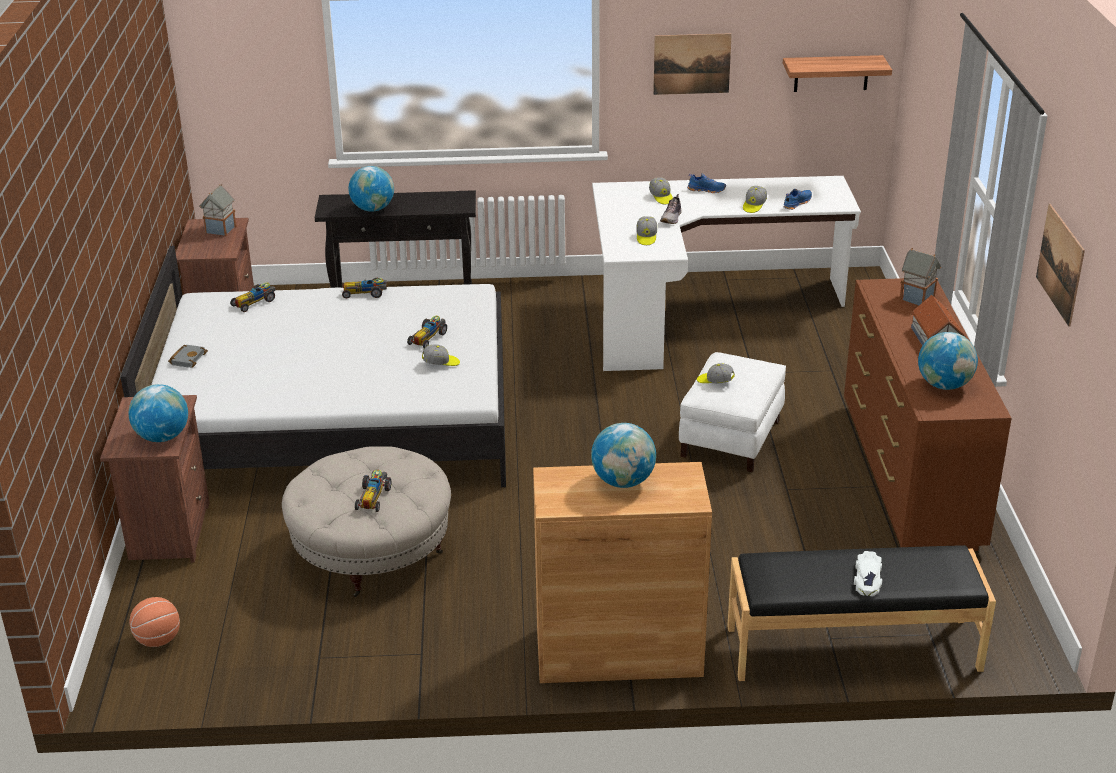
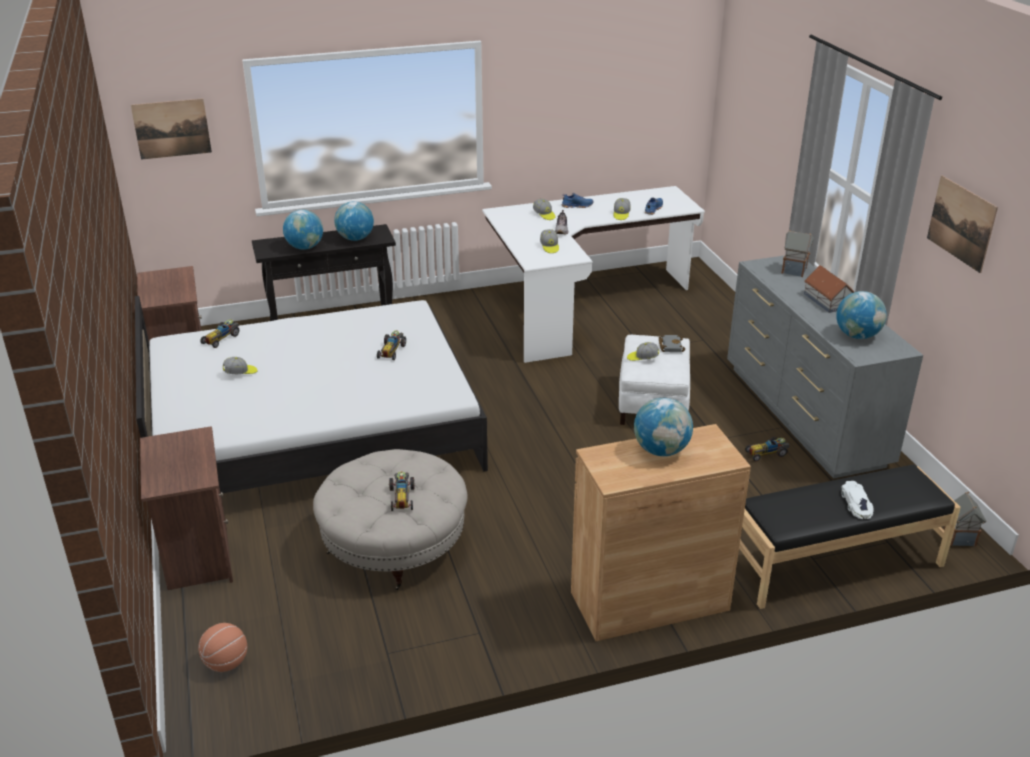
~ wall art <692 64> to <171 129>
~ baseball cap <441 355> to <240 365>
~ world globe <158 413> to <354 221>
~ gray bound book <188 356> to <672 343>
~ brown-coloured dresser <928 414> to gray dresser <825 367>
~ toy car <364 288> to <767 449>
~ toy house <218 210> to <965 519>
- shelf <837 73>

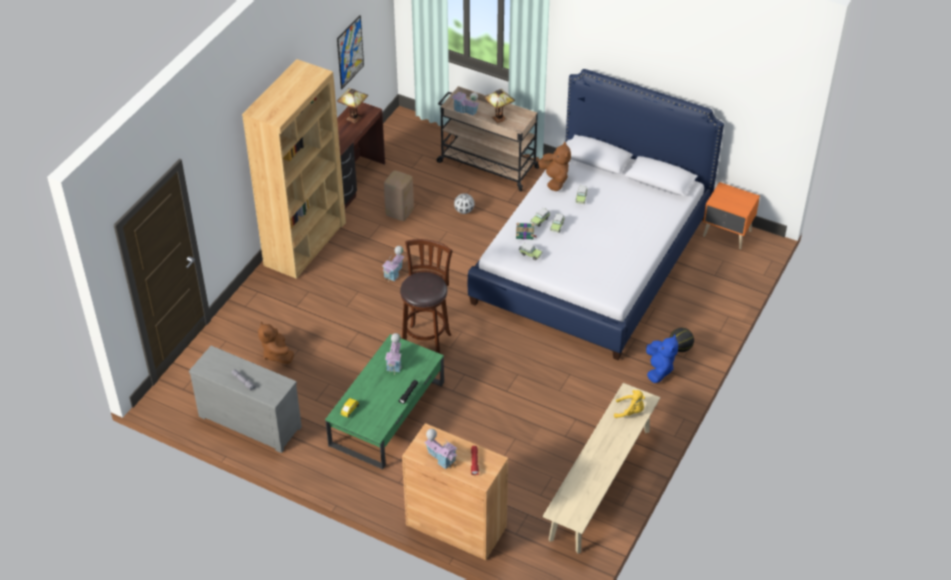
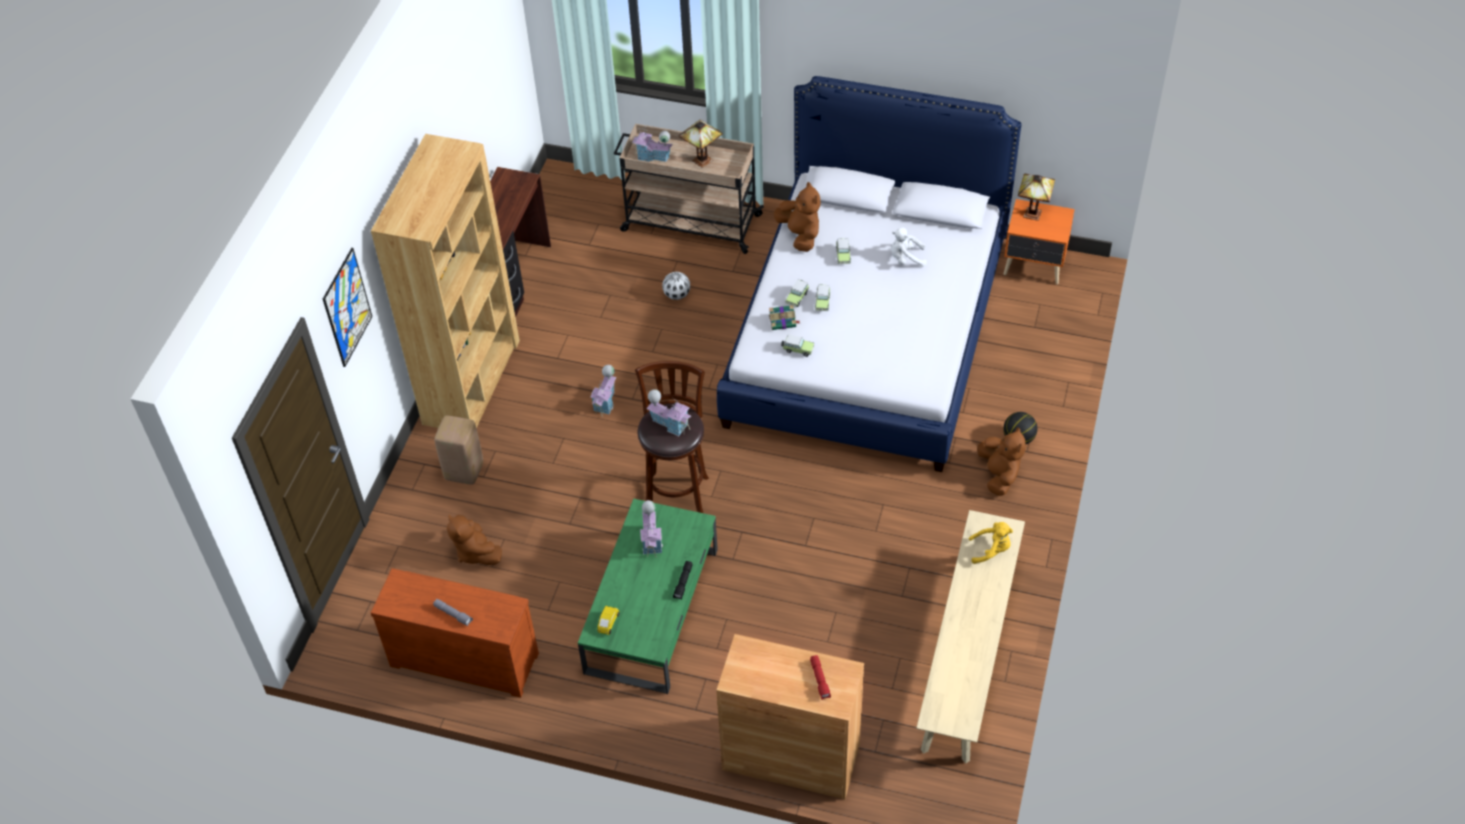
~ wall art <350 52> to <347 307>
~ gray dresser <245 399> to brown-coloured dresser <455 633>
~ beige-coloured stool seat <399 195> to <458 450>
~ toy house <441 449> to <668 412>
+ whitish soft toy <909 247>
~ blue-coloured soft toy <662 359> to brown-coloured soft toy <1001 461>
~ tabletop lamp <352 105> to <1036 197>

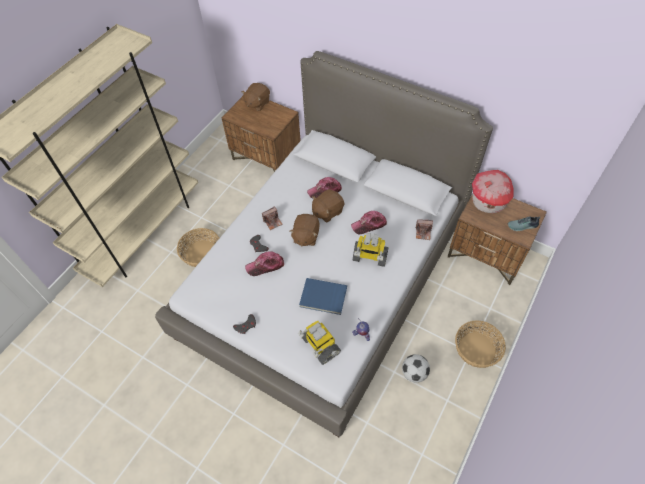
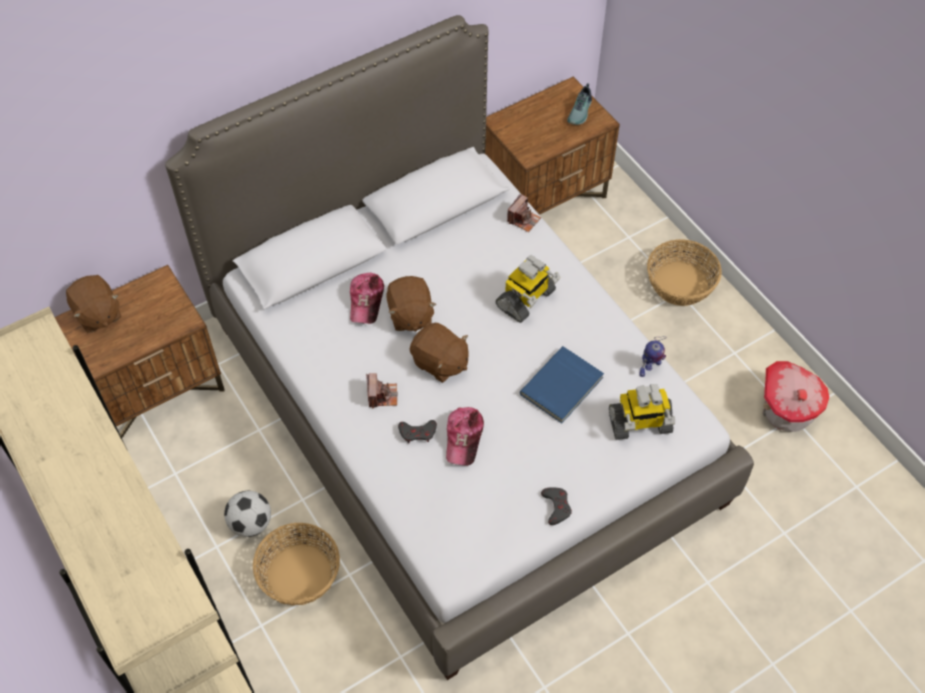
~ football ball <416 368> to <247 514>
~ toy house <493 191> to <796 396>
- baseball cap <369 222>

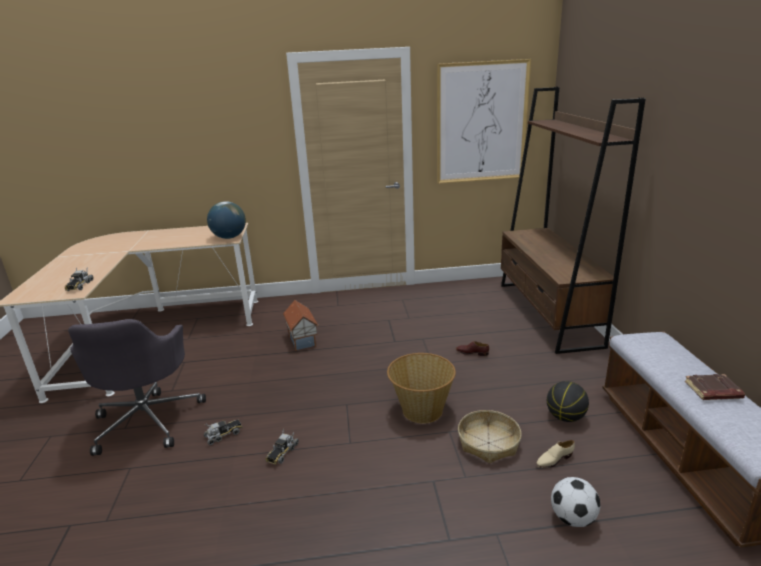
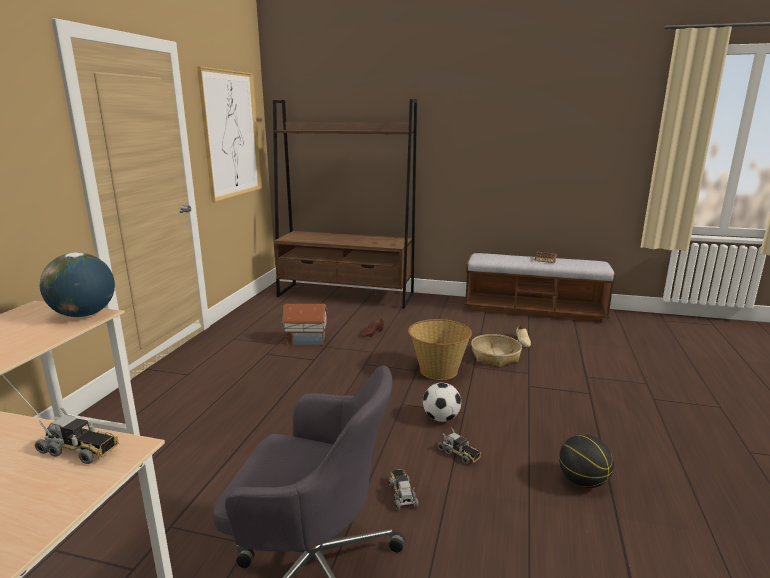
~ toy house <301 325> to <304 324>
~ football ball <576 502> to <442 402>
~ basketball <568 401> to <586 461>

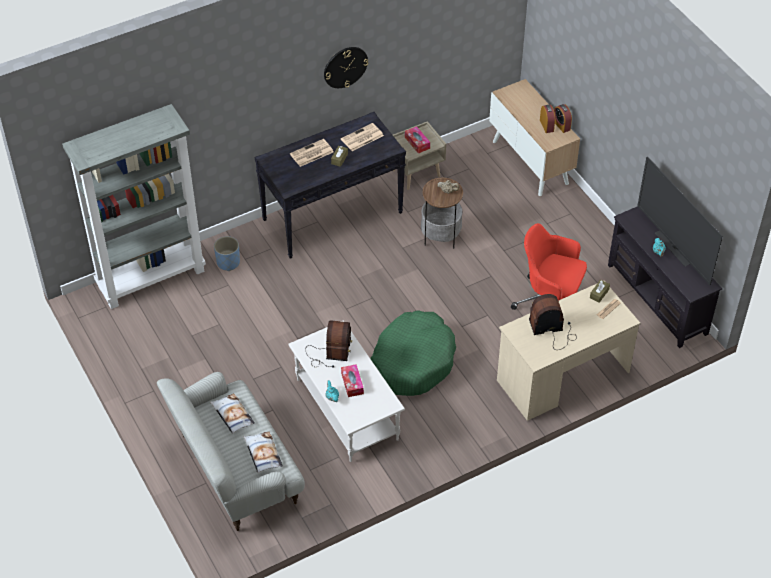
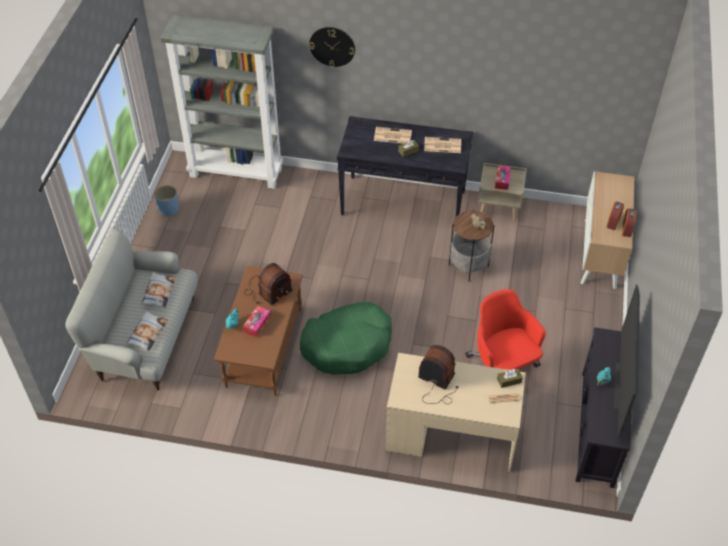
~ blue-coloured flower pot <227 253> to <166 200>
~ whitish low table <346 391> to brown-coloured low table <258 331>
~ clock on the wall <346 67> to <332 47>

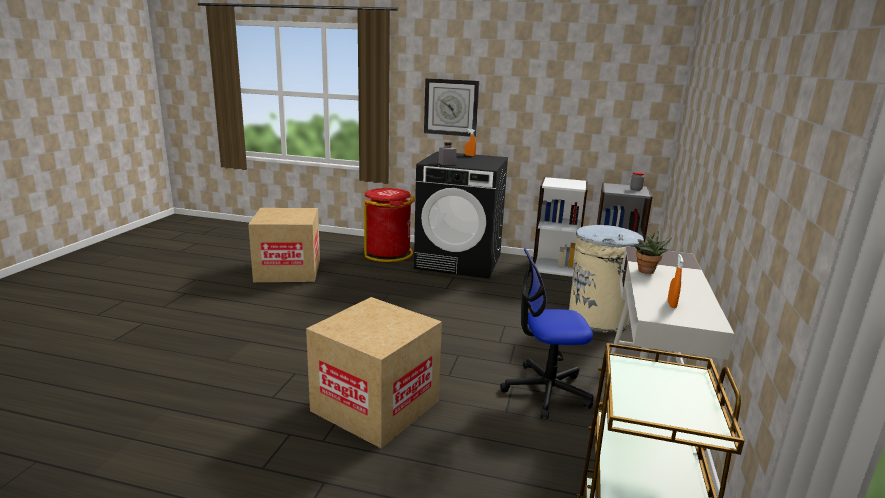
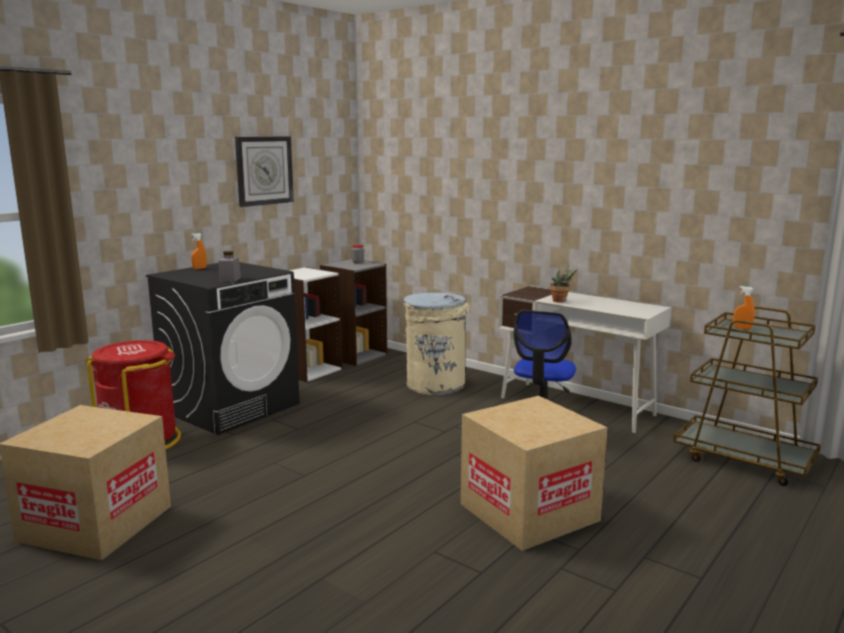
~ clock on the wall <451 107> to <264 171>
~ orange sprayer <675 281> to <744 308>

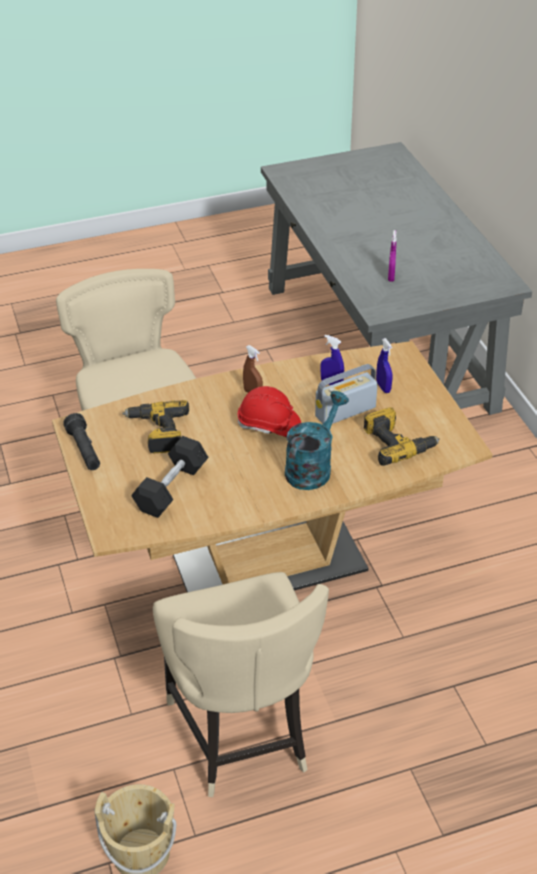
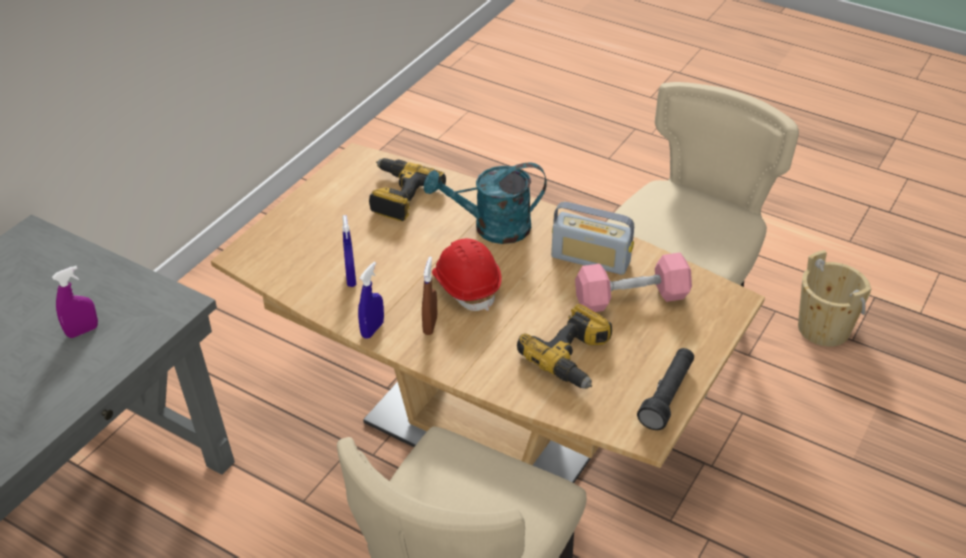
~ blue-coloured sprayer <384 365> to <371 300>
~ radio <346 394> to <592 238>
~ black-coloured dumbbell <170 477> to pink-coloured dumbbell <633 282>

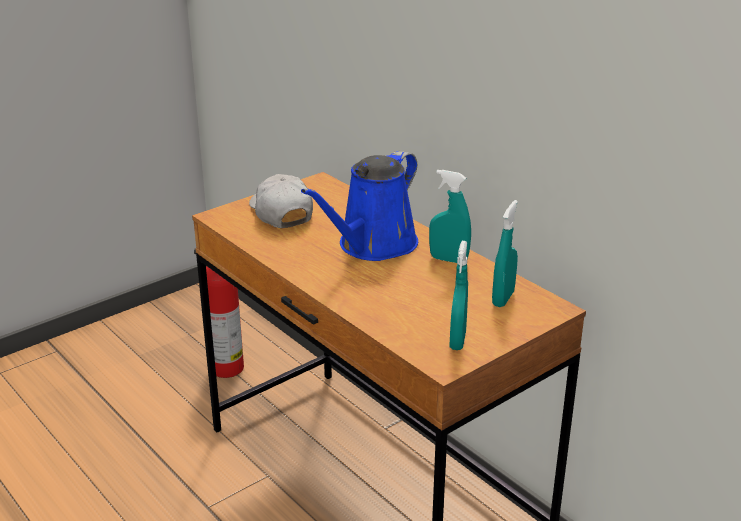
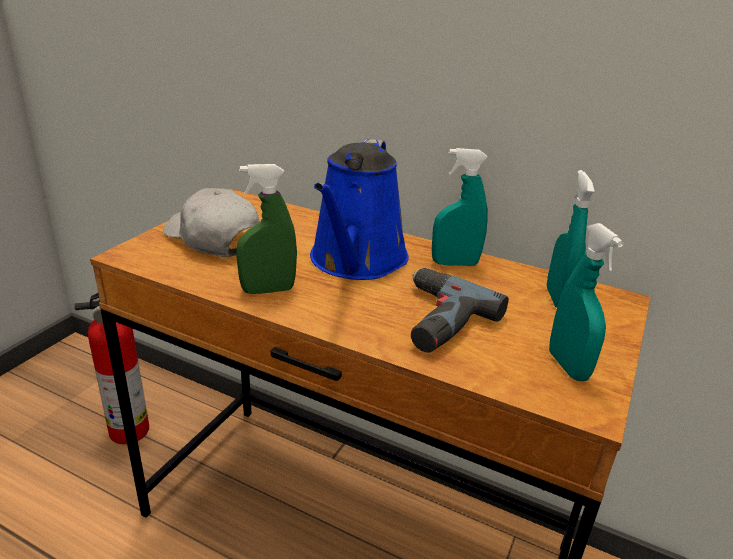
+ green-coloured sprayer <266 229>
+ power drill <460 310>

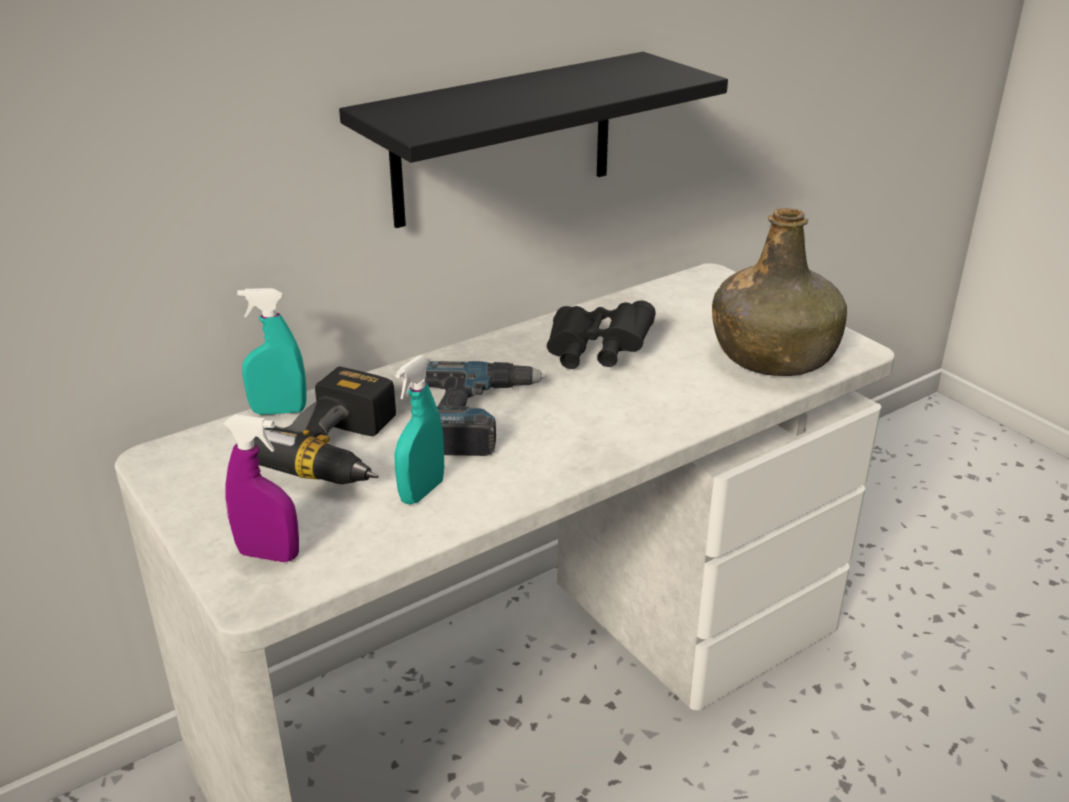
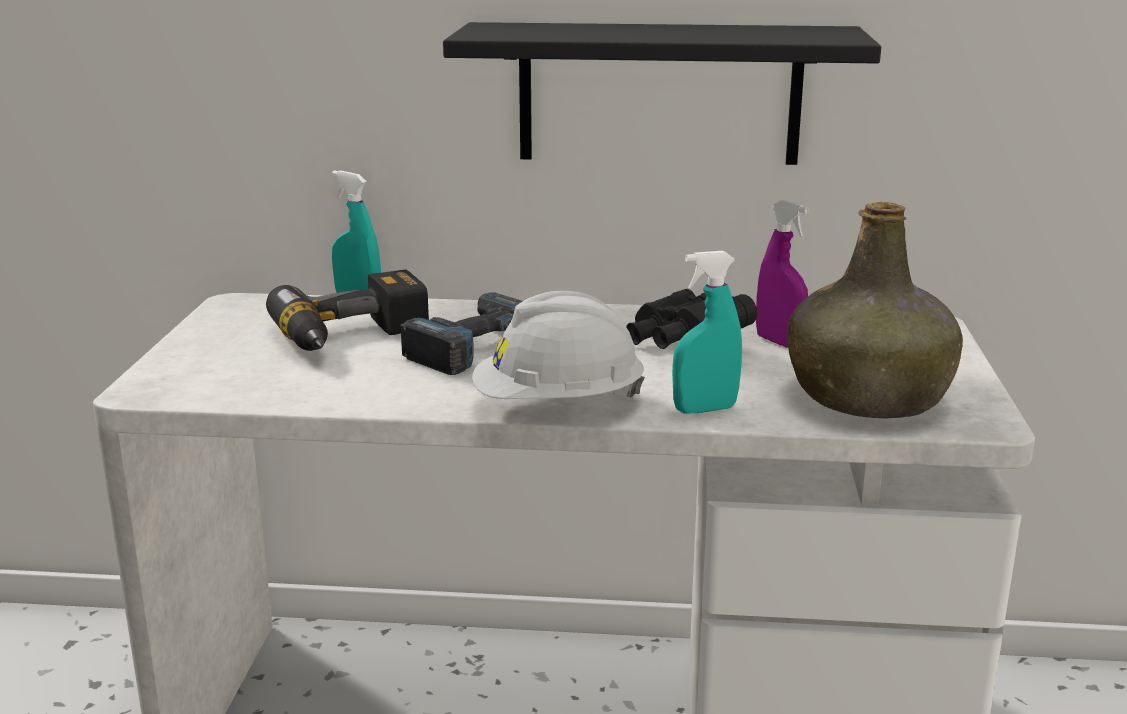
+ whitish work helmet <558 345>
~ blue-green sprayer <419 429> to <707 332>
~ purple-coloured sprayer <261 488> to <782 274>

